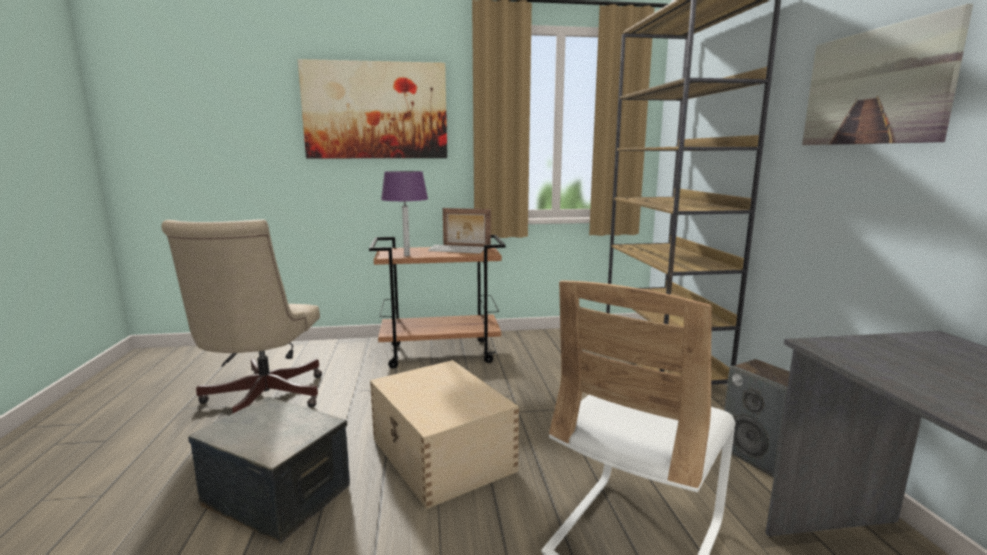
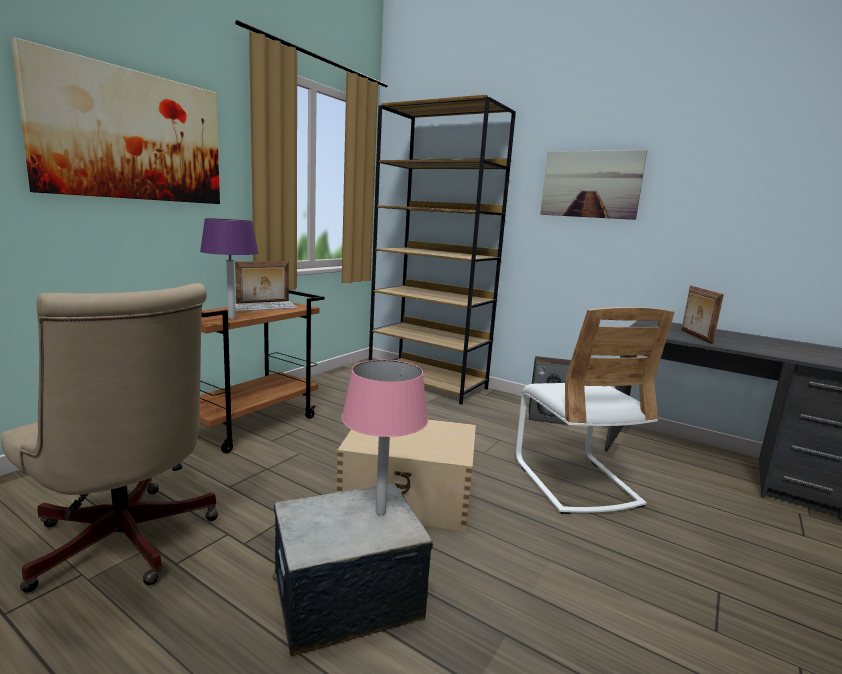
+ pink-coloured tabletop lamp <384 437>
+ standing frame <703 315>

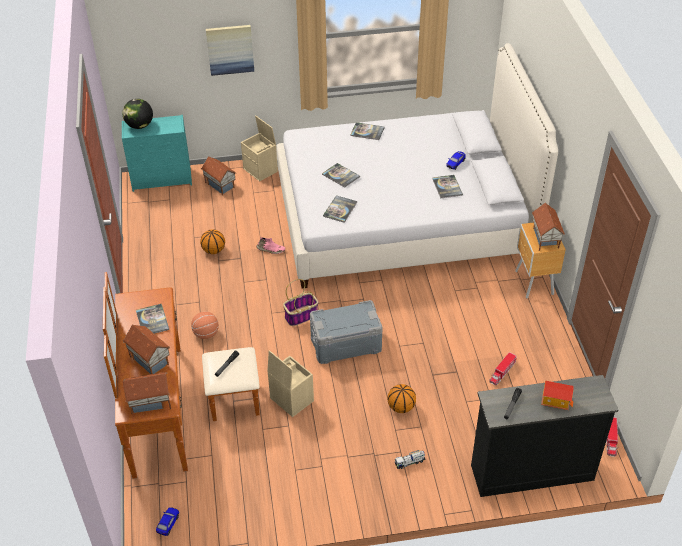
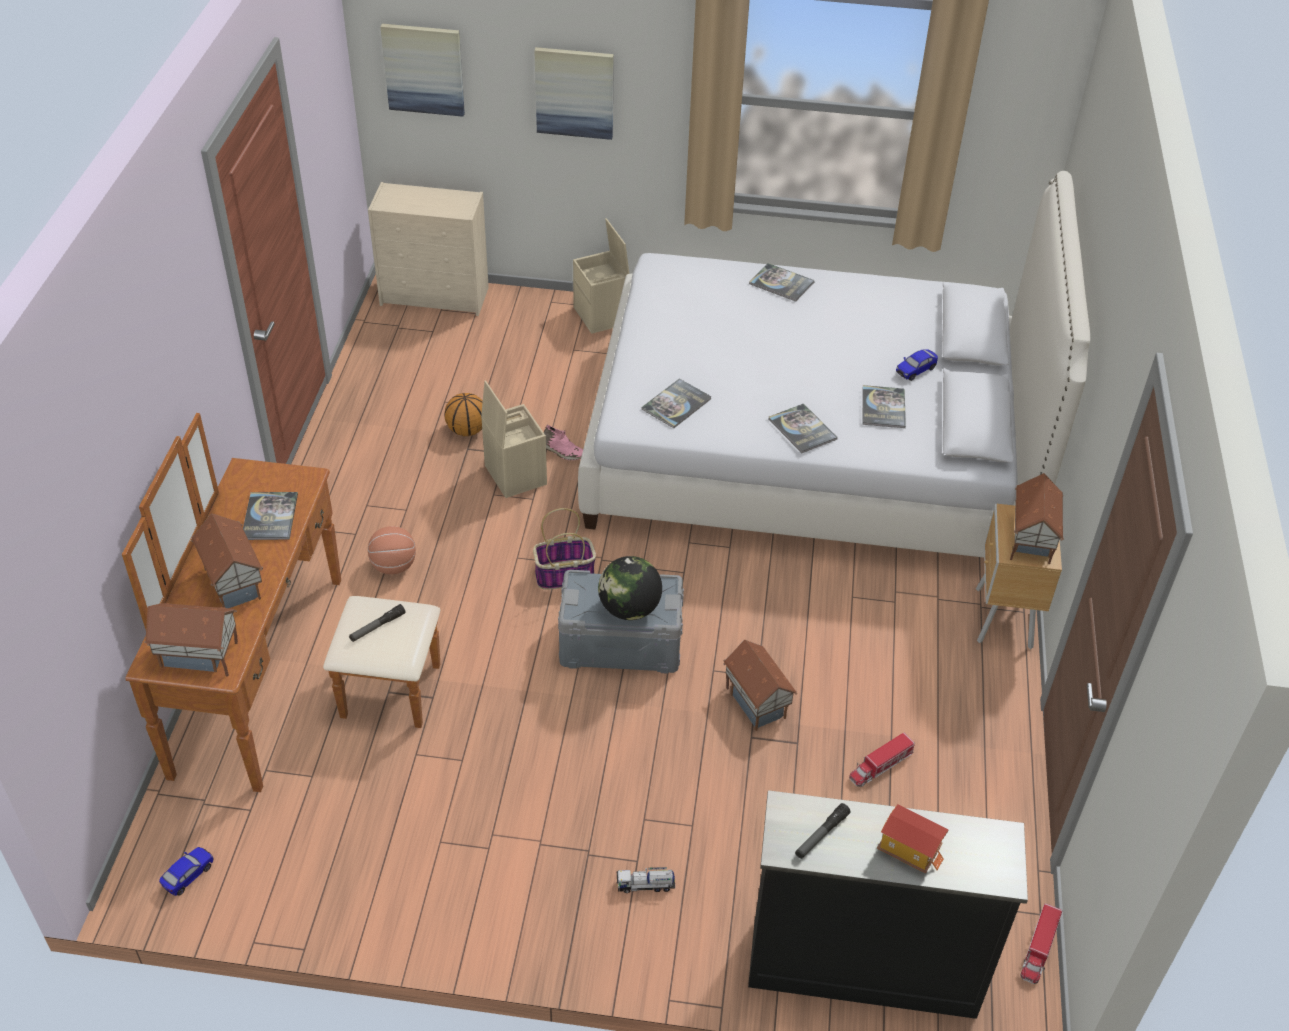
~ blue-green dresser <157 153> to beige-coloured dresser <428 249>
+ wall art <422 70>
~ beige-coloured storage box <291 383> to <514 439>
~ world globe <137 114> to <630 588>
~ toy house <218 175> to <760 685>
~ bound book <341 175> to <803 428>
- basketball <402 398>

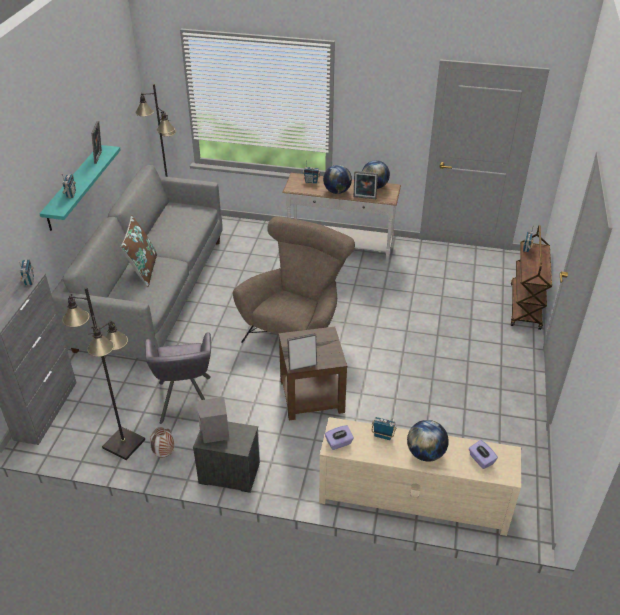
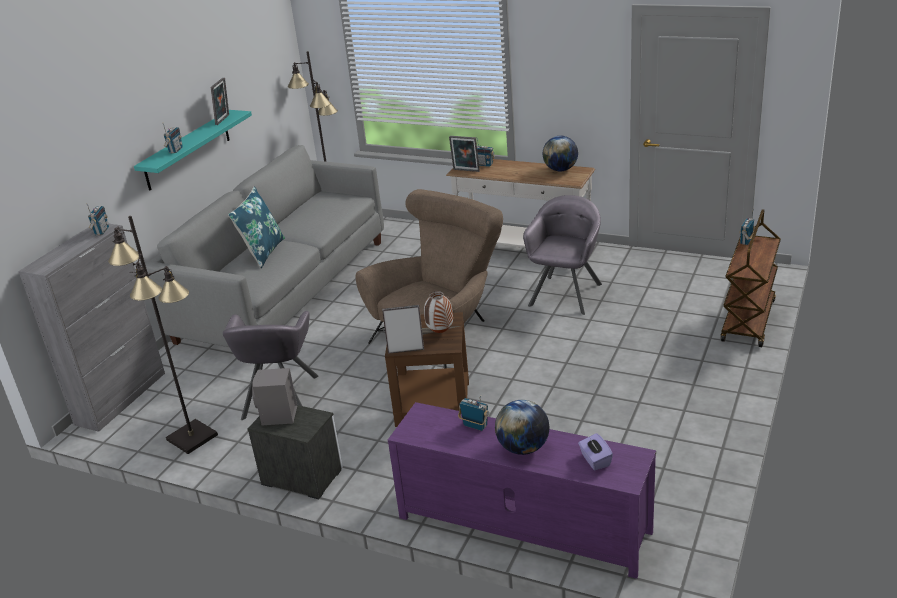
~ brown-coloured cushion <139 251> to blue-coloured cushion <256 227>
~ beige-coloured tv stand <420 476> to purple-coloured tv stand <522 490>
~ vase <162 442> to <438 312>
~ standing frame <366 185> to <464 154>
+ gray lounge chair <562 255>
- world globe <337 179>
- purple-coloured tissue box <339 437>

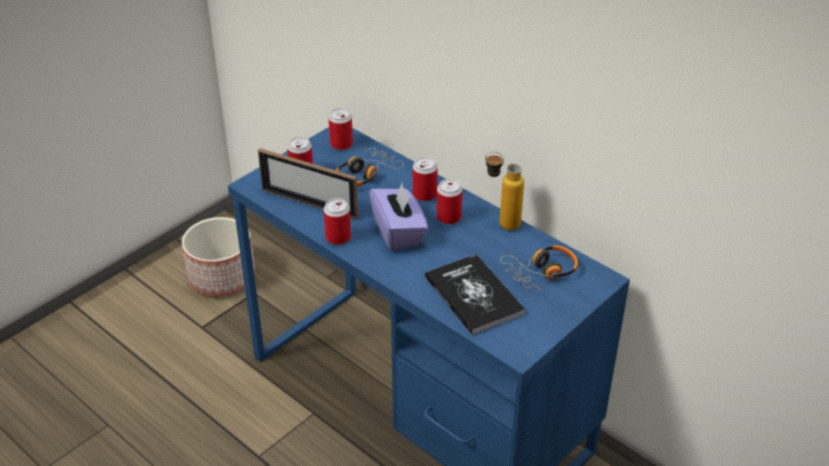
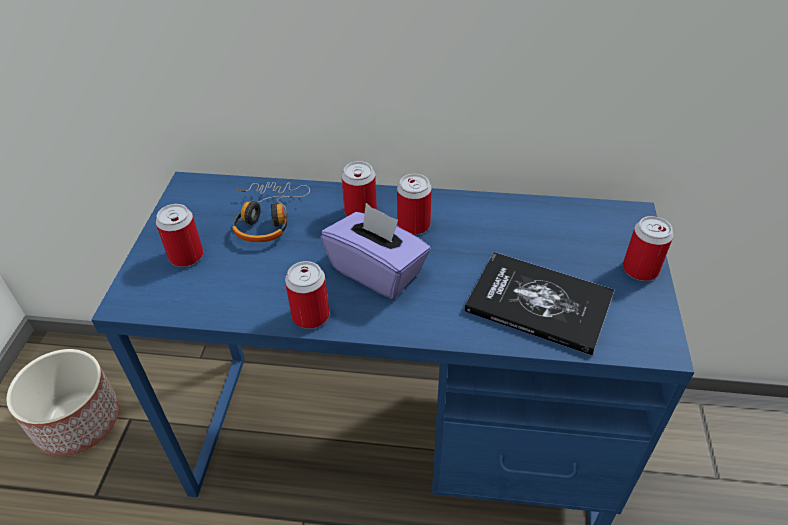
~ metal can <340 129> to <648 248>
- standing frame <308 184>
- drink bottle <504 191>
- headset <539 268>

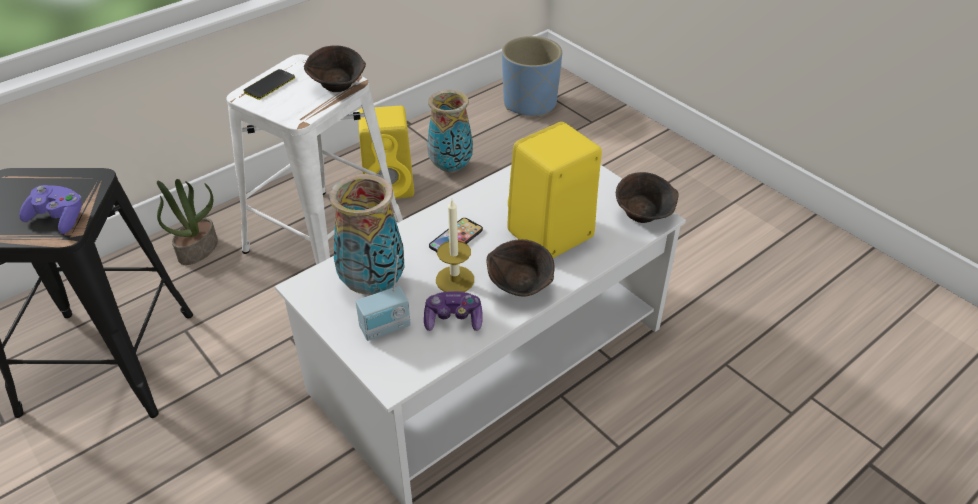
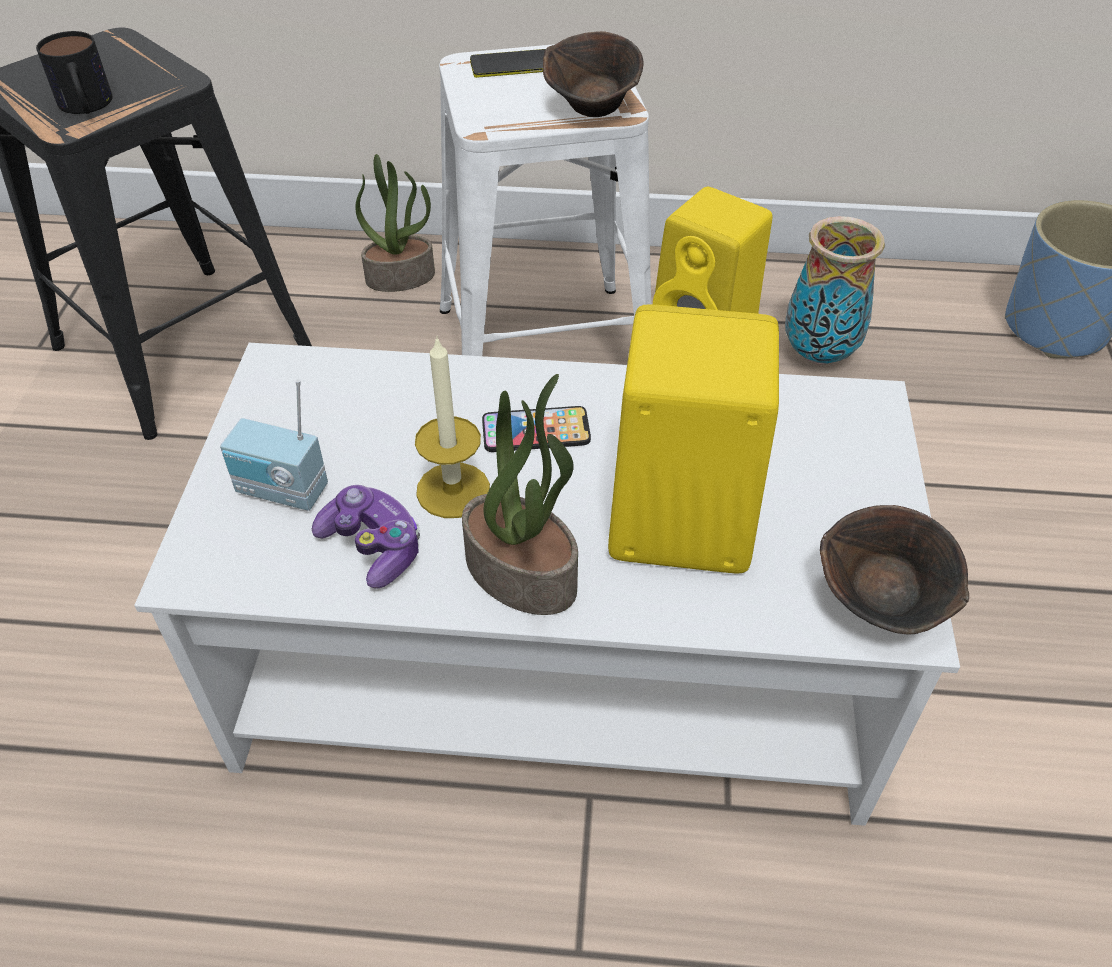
~ purple-coloured joypad <50 209> to coffee mug <74 72>
~ brown-coloured deep dish <521 268> to houseplant <520 494>
- vase <366 234>

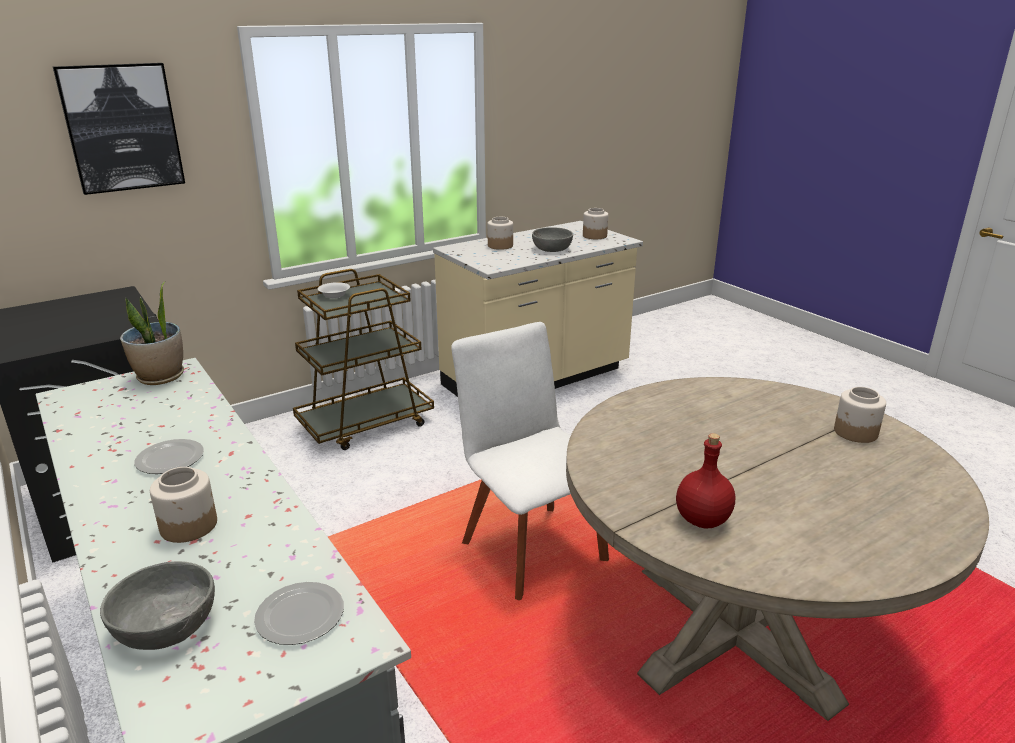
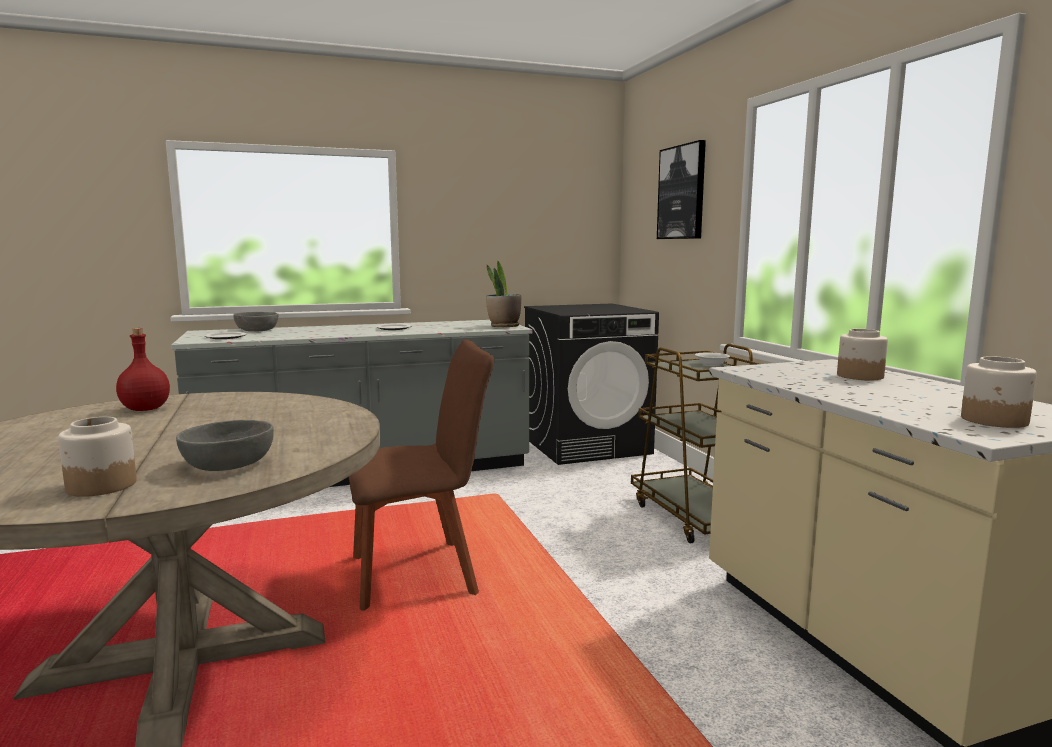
~ gray deep dish <552 239> to <225 445>
~ whitish plain chair <530 461> to brown-coloured plain chair <421 475>
- preserve jar <183 505>

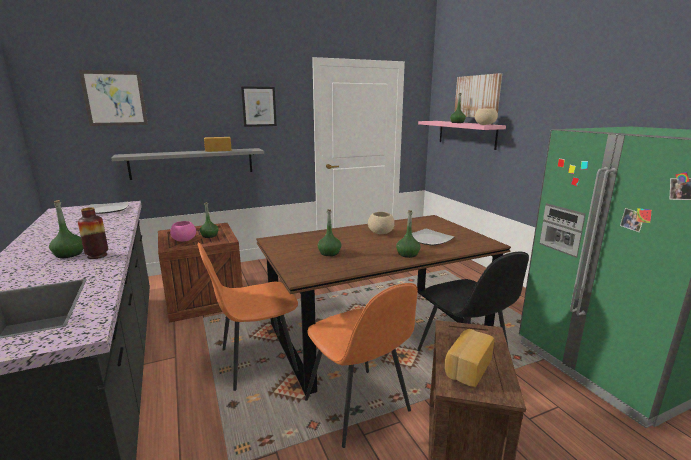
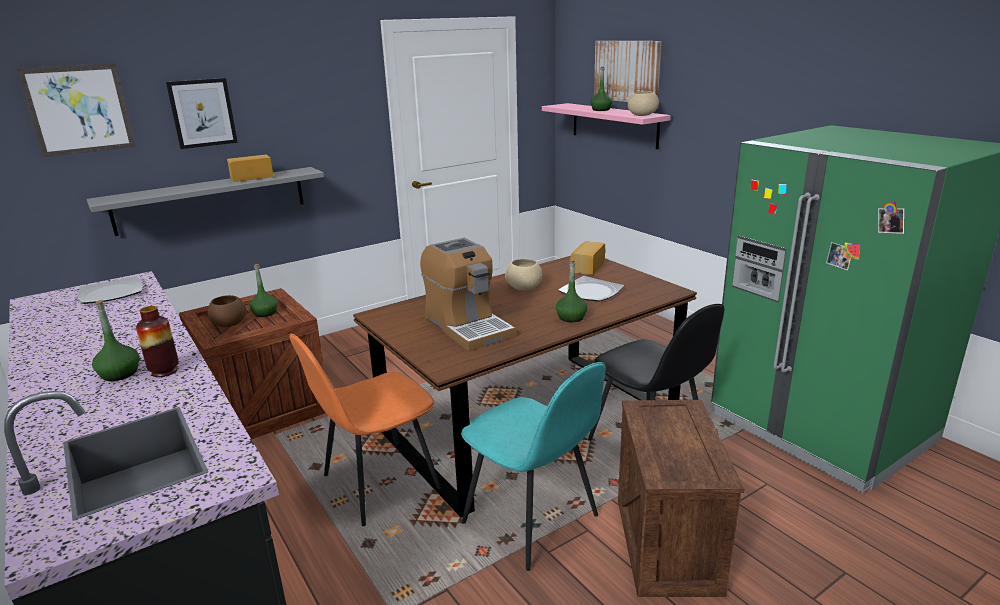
~ wall art <259 106> to <202 113>
~ pink-coloured deep dish <183 231> to brown-coloured deep dish <226 311>
~ green-coloured drink bottle <329 232> to coffee brewer <467 294>
~ orange plain chair <361 365> to blue-green plain chair <533 466>
~ bakery bread <470 358> to <587 258>

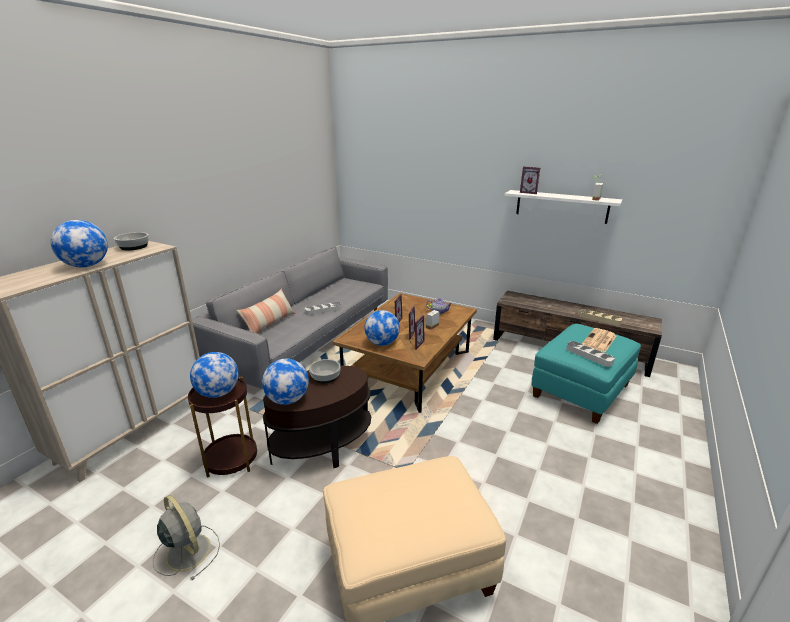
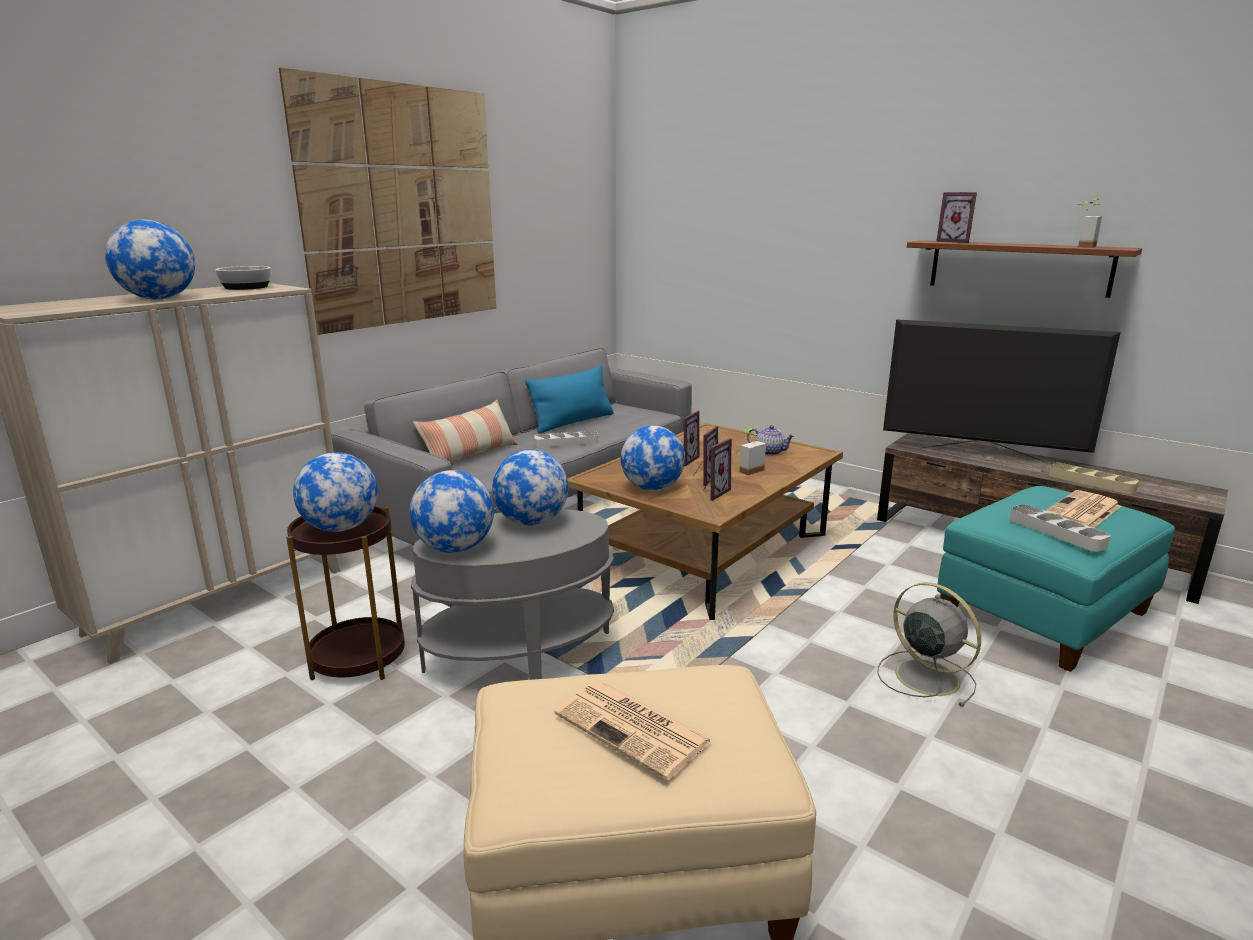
+ wall art <387 201>
~ brown-coloured accent table <317 416> to gray accent table <512 594>
~ deep dish <325 371> to world globe <530 487>
+ blue-coloured cushion <569 399>
+ daily paper <634 730>
~ gray fan <186 538> to <929 645>
+ TV <1002 391>
~ whitish shelf <563 207> to brown-coloured shelf <1024 269>

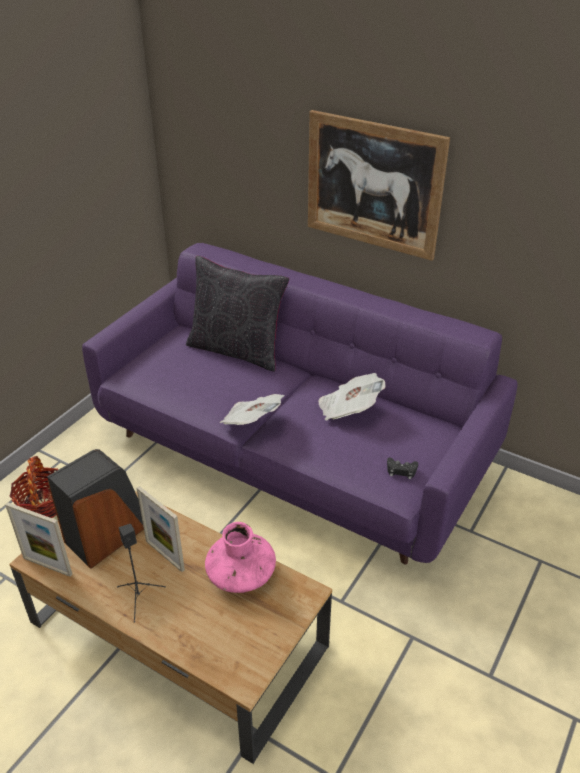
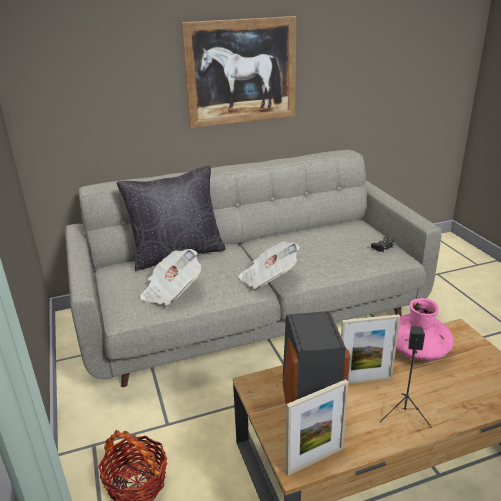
~ purple-coloured settee <300 404> to gray settee <253 268>
~ daily paper <352 396> to <170 277>

